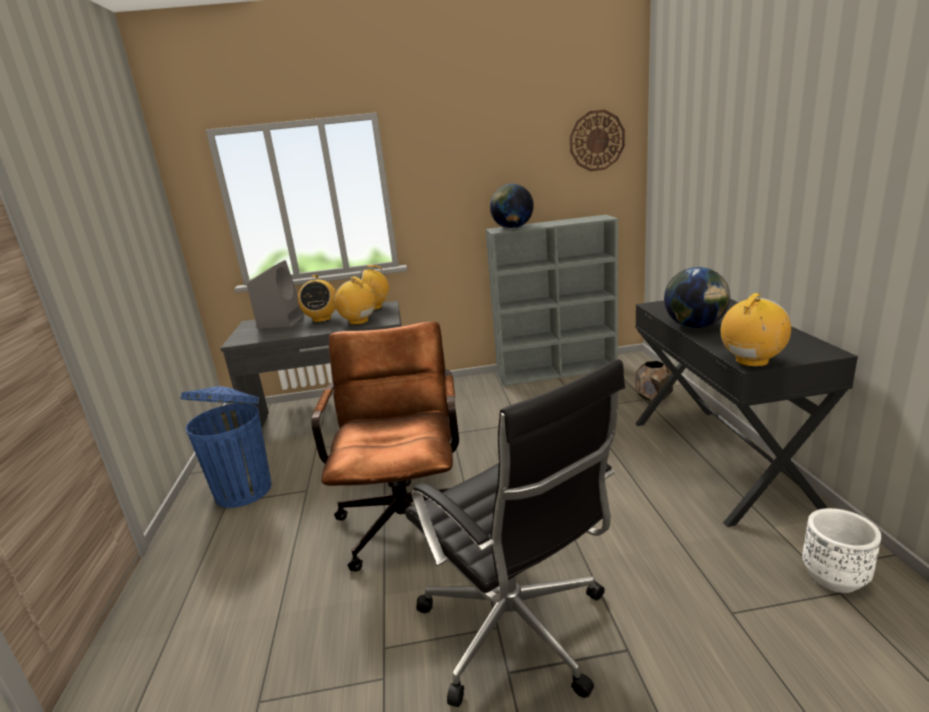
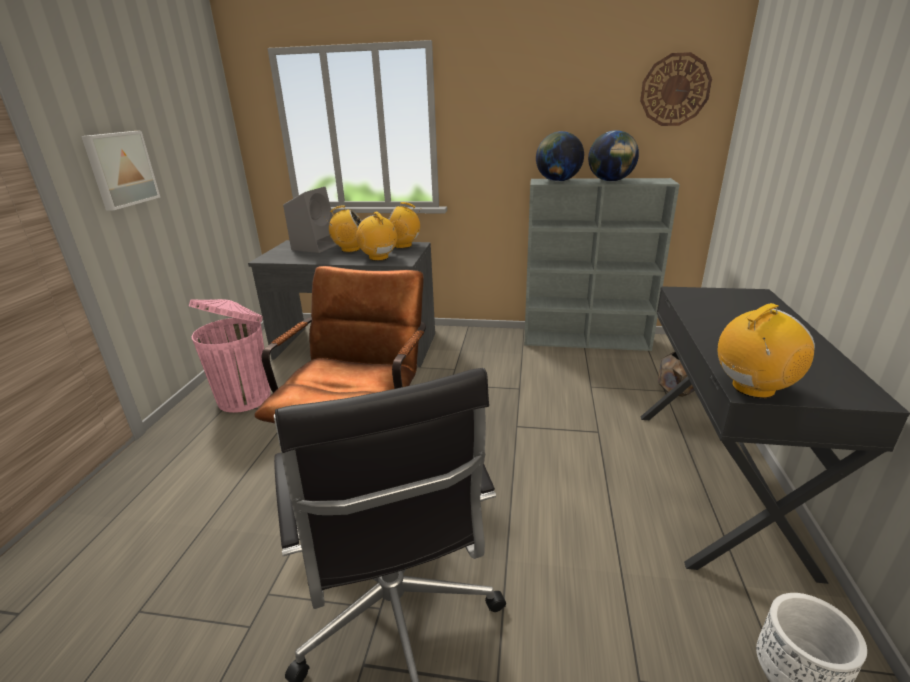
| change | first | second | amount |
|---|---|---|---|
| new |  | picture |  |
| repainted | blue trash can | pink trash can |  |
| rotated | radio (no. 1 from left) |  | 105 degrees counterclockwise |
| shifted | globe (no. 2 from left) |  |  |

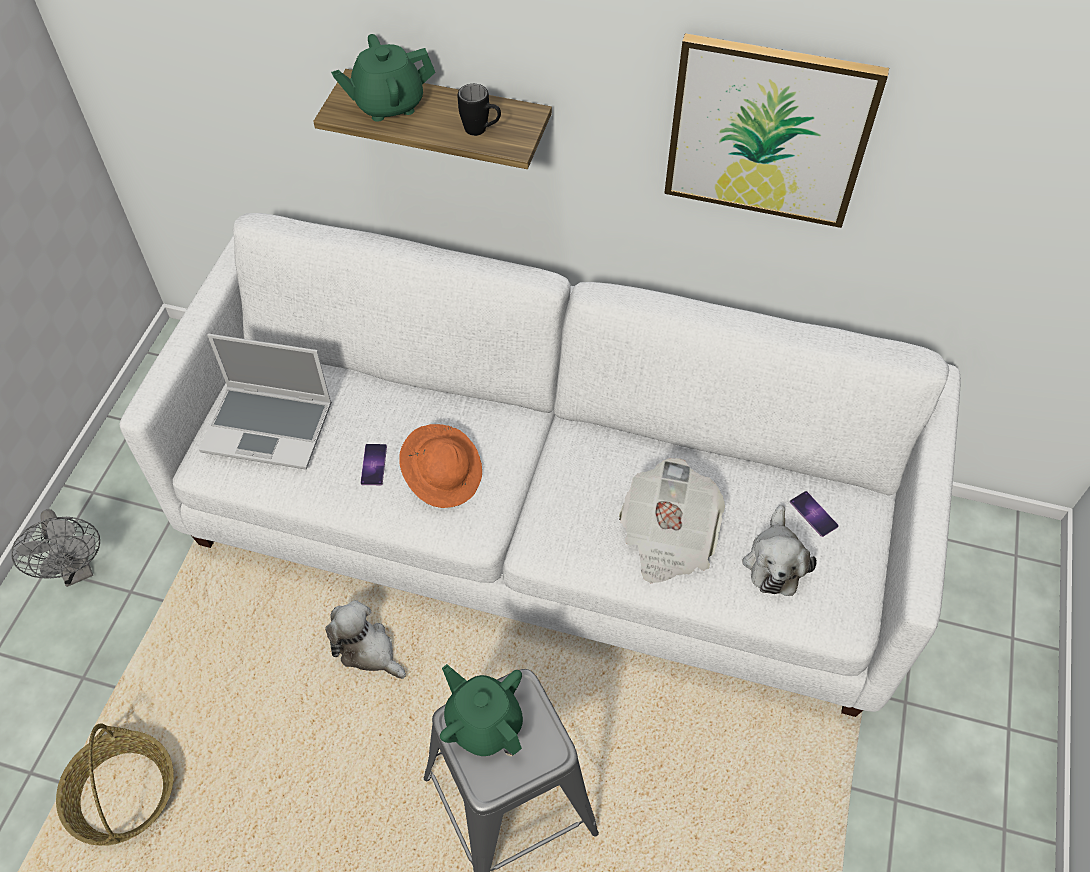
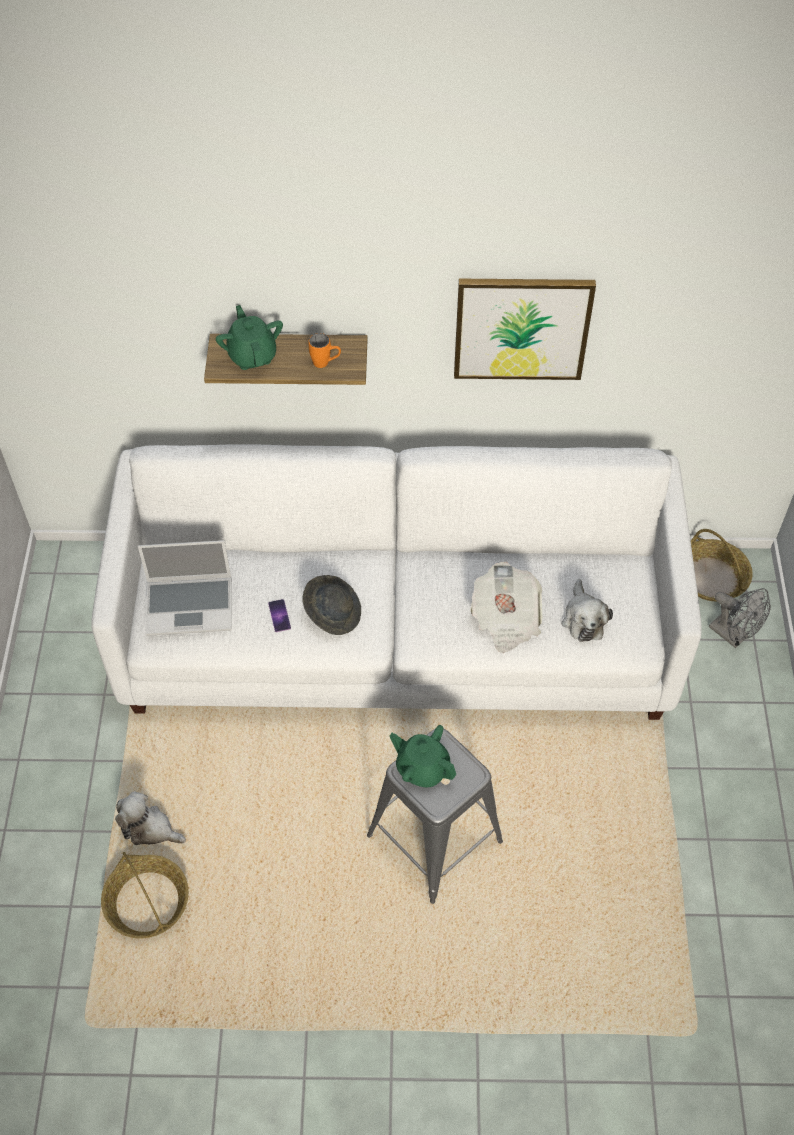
| change | first | second | amount |
|---|---|---|---|
| shifted | plush toy (no. 1 from left) |  |  |
| rotated | green teapot (no. 1 from left) |  | 105 degrees clockwise |
| repainted | orange hat | grey hat |  |
| repainted | black mug | orange mug |  |
| new |  | basket (no. 2 from left) |  |
| shifted | grey fan |  |  |
| gone | phone (no. 2 from left) |  |  |

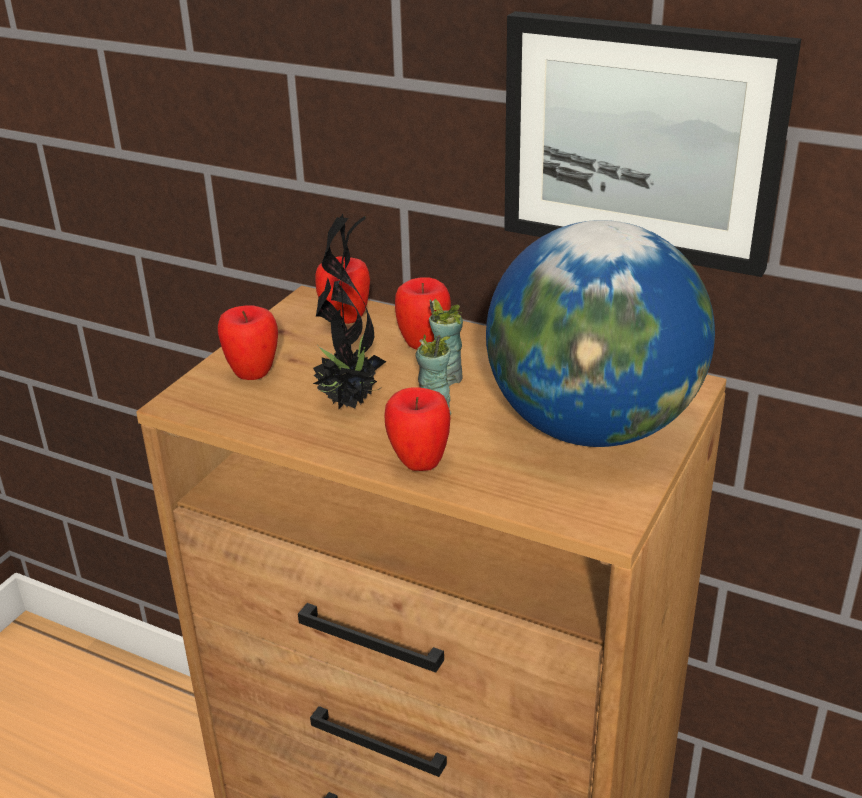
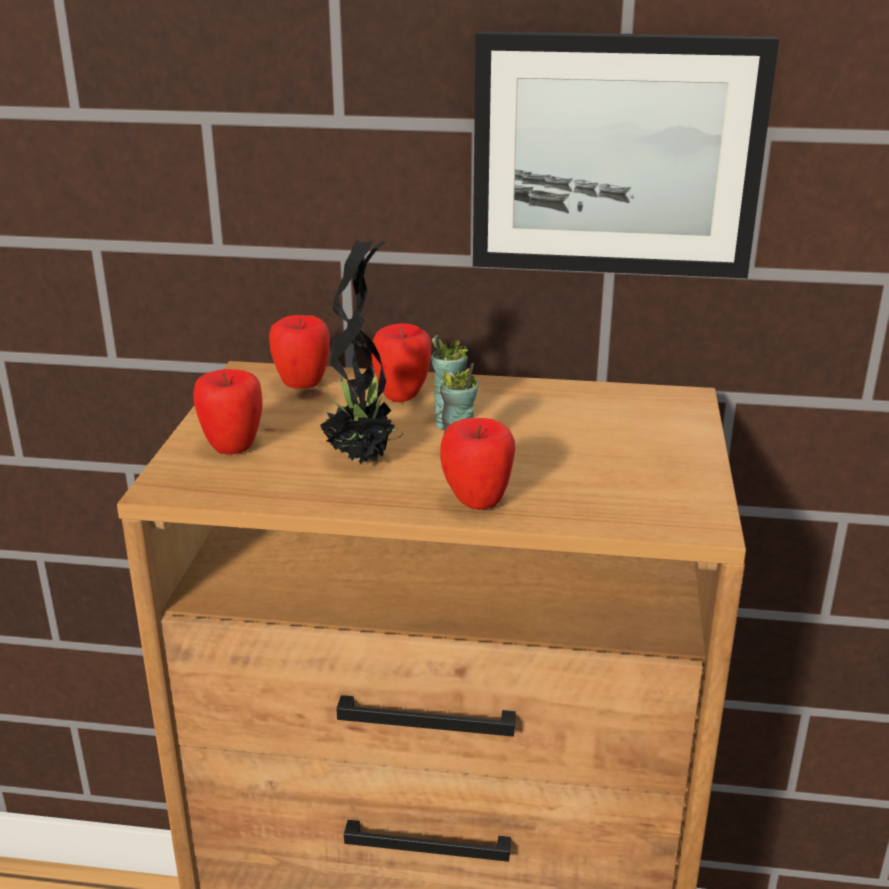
| change | first | second | amount |
|---|---|---|---|
| gone | globe |  |  |

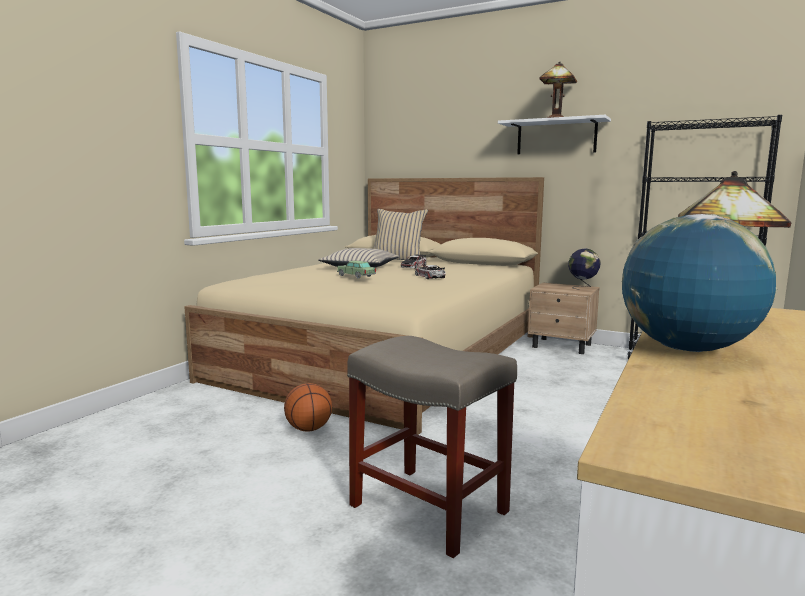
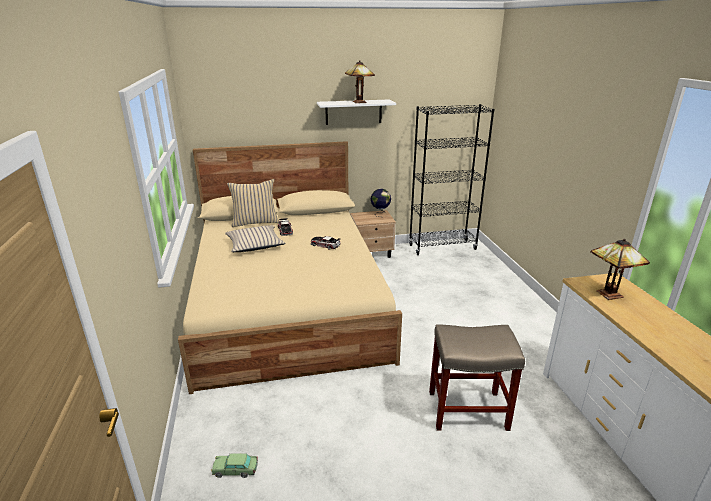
| change | first | second | amount |
|---|---|---|---|
| shifted | toy car (no. 1 from left) |  |  |
| gone | basketball |  |  |
| gone | globe (no. 2 from left) |  |  |

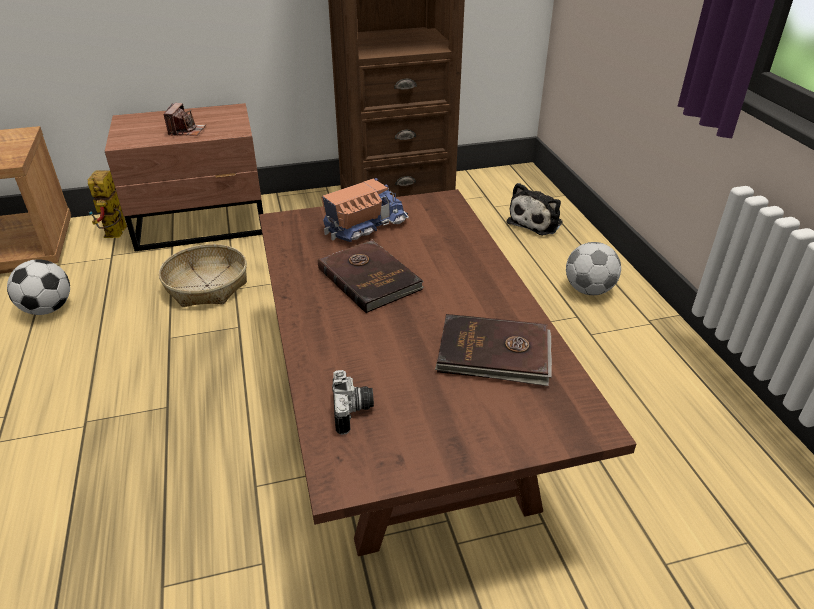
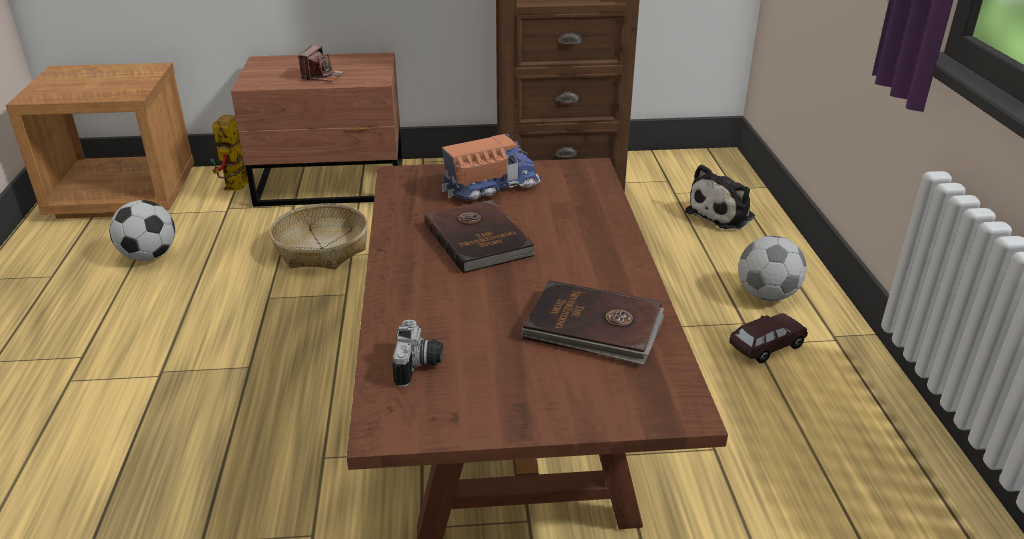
| change | first | second | amount |
|---|---|---|---|
| new |  | brown toy car |  |

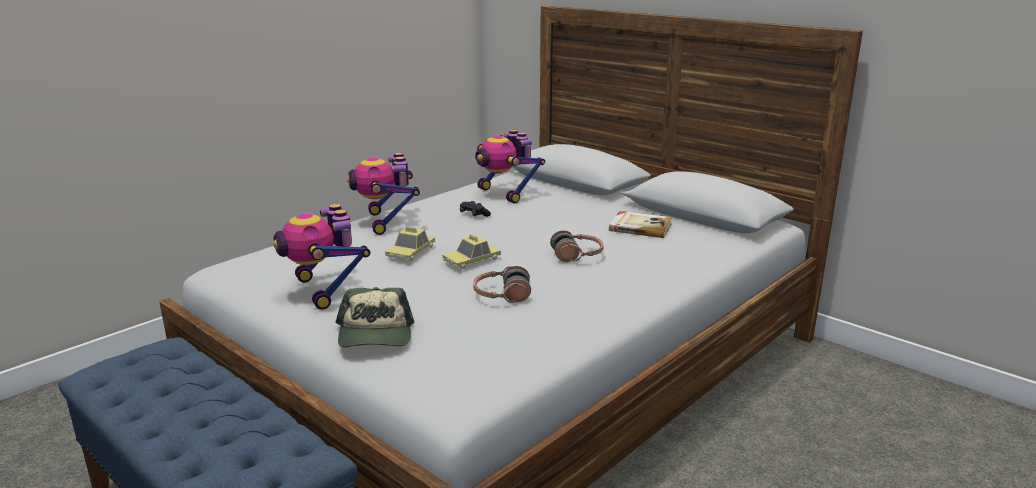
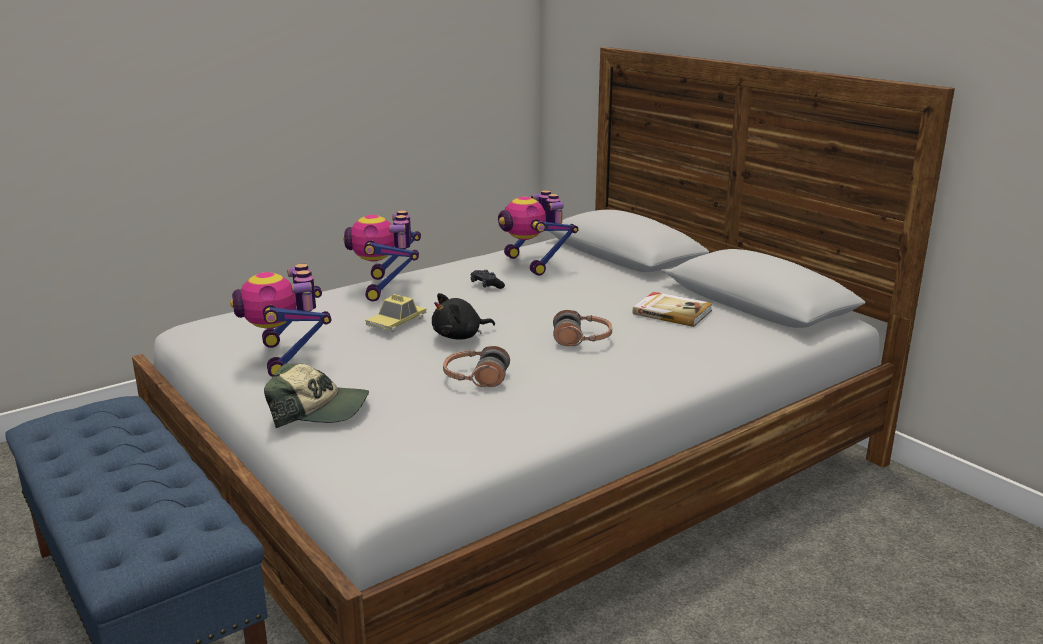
| change | first | second | amount |
|---|---|---|---|
| rotated | cap |  | 90 degrees counterclockwise |
| swapped | toy car (no. 2 from left) | black plush toy |  |

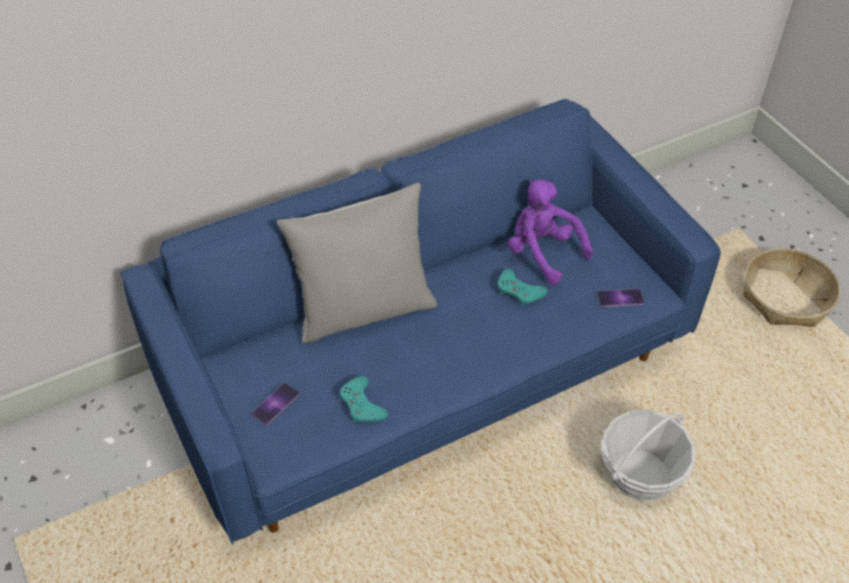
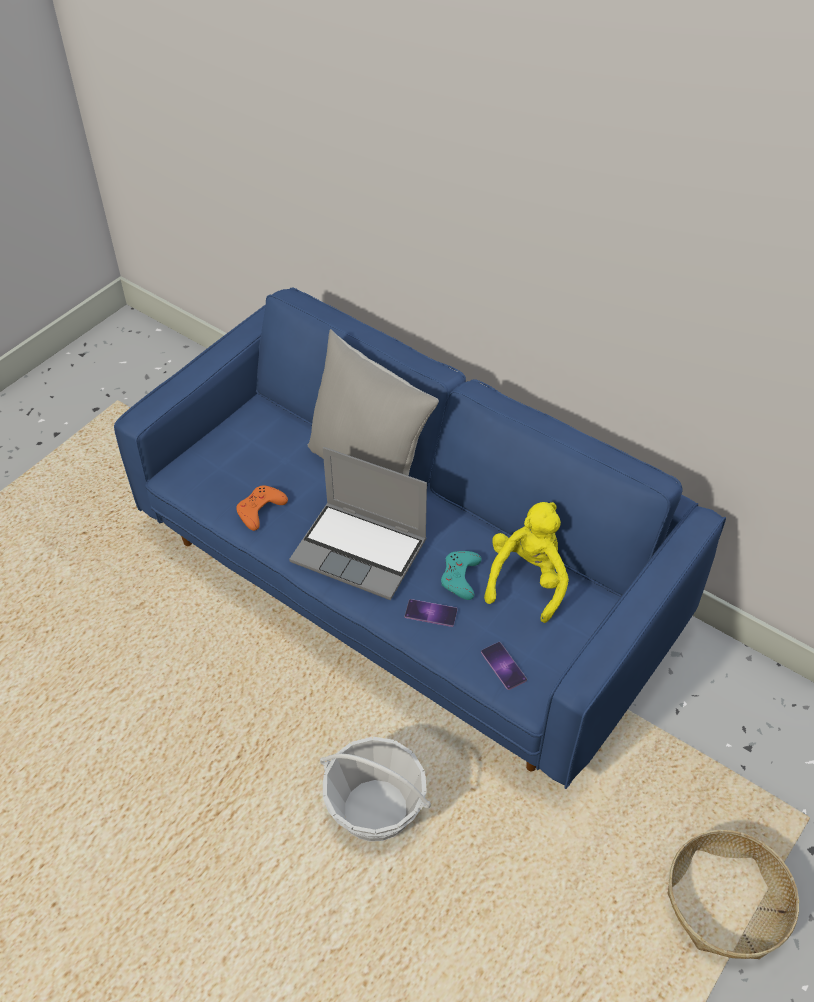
| change | first | second | amount |
|---|---|---|---|
| repainted | turquoise game controller (no. 1 from left) | orange game controller |  |
| new |  | laptop |  |
| shifted | phone (no. 1 from left) |  |  |
| repainted | purple plush toy | yellow plush toy |  |

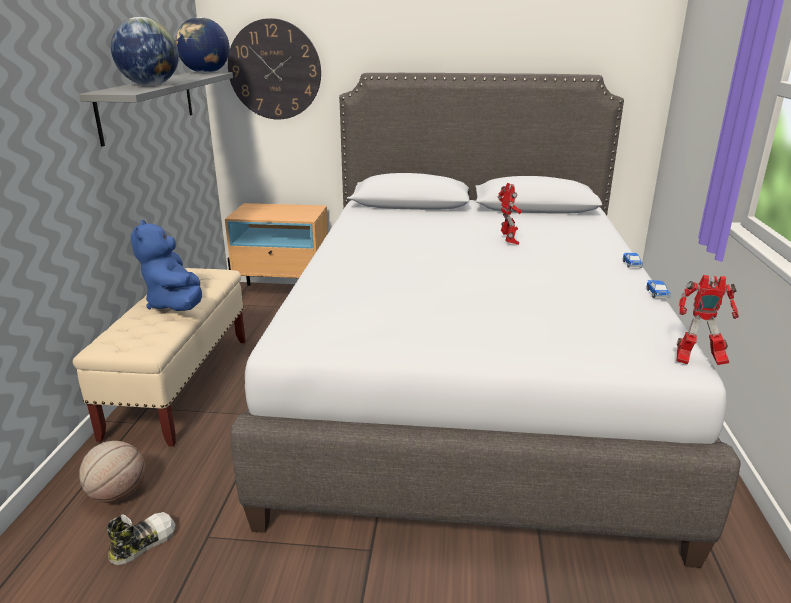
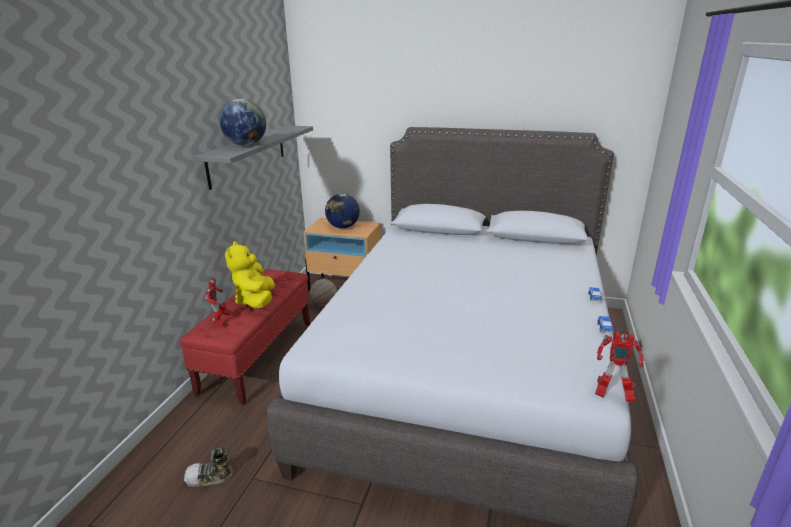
| change | first | second | amount |
|---|---|---|---|
| repainted | beige bench | red bench |  |
| rotated | shoe |  | 150 degrees counterclockwise |
| shifted | toy robot (no. 1 from left) |  |  |
| repainted | blue plush toy | yellow plush toy |  |
| shifted | basketball |  |  |
| shifted | globe (no. 2 from left) |  |  |
| gone | wall clock |  |  |

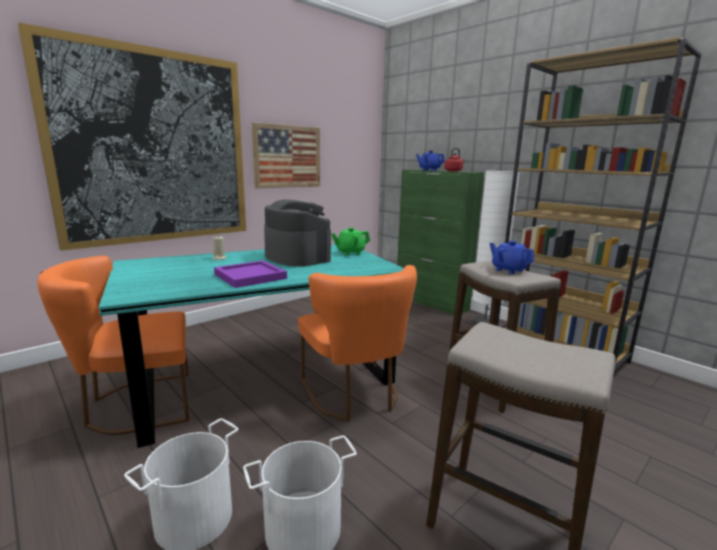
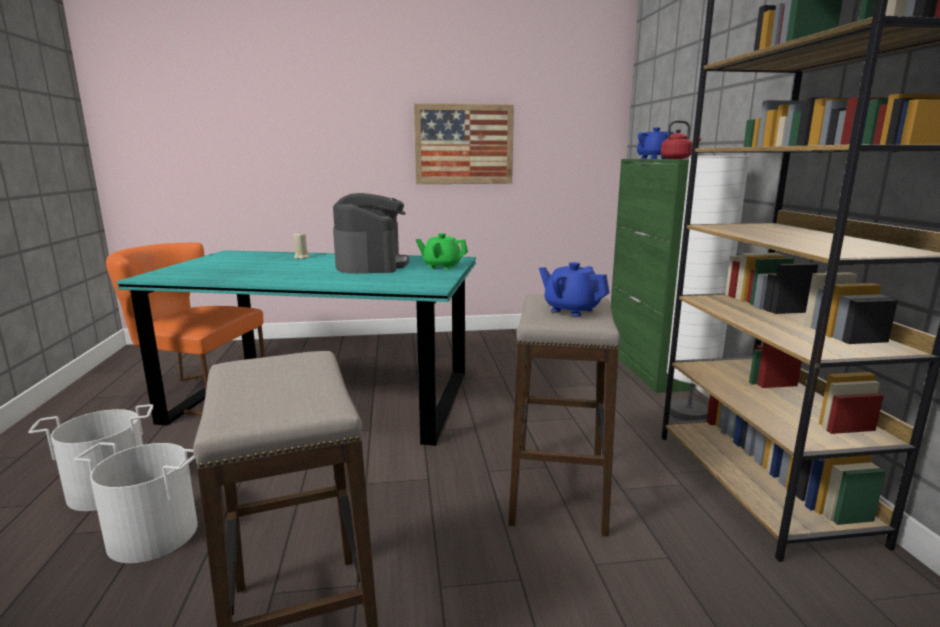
| change | first | second | amount |
|---|---|---|---|
| rotated | blue teapot (no. 2 from left in the first image) | blue teapot (no. 1 from left) | 45 degrees counterclockwise |
| gone | picture (no. 1 from left) |  |  |
| gone | purple tray |  |  |
| gone | orange chair (no. 2 from left) |  |  |

